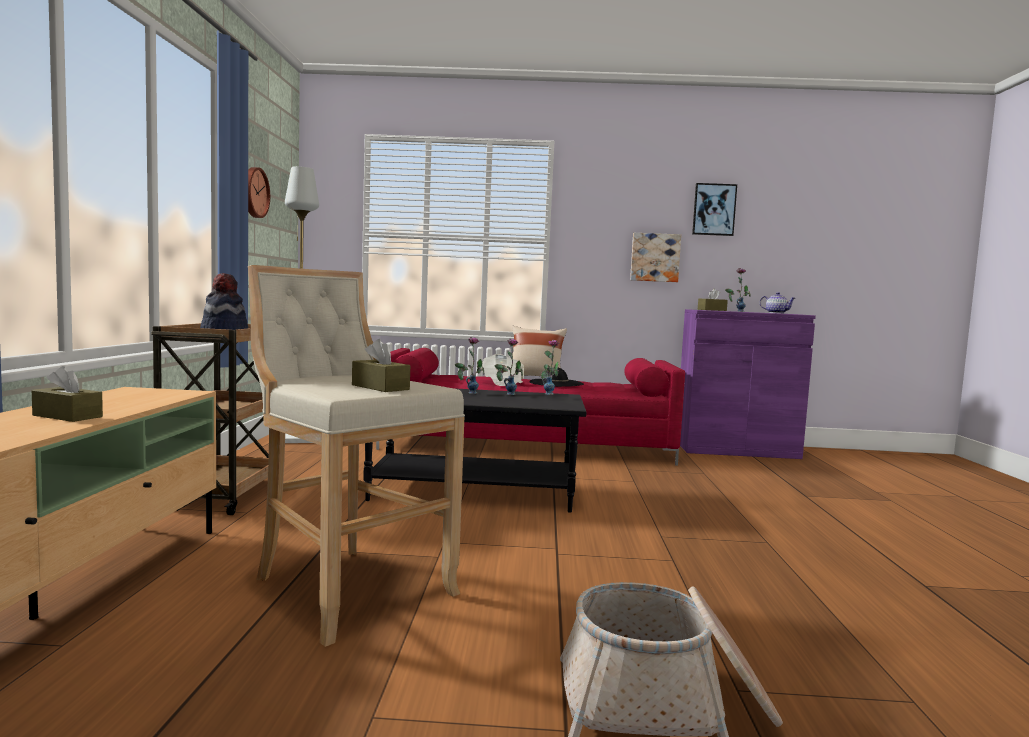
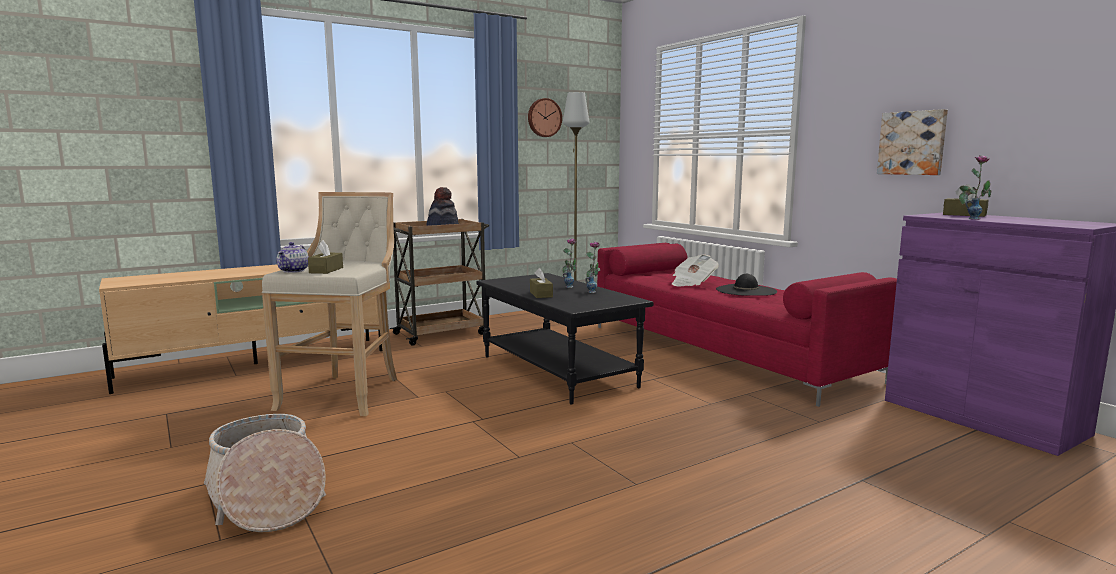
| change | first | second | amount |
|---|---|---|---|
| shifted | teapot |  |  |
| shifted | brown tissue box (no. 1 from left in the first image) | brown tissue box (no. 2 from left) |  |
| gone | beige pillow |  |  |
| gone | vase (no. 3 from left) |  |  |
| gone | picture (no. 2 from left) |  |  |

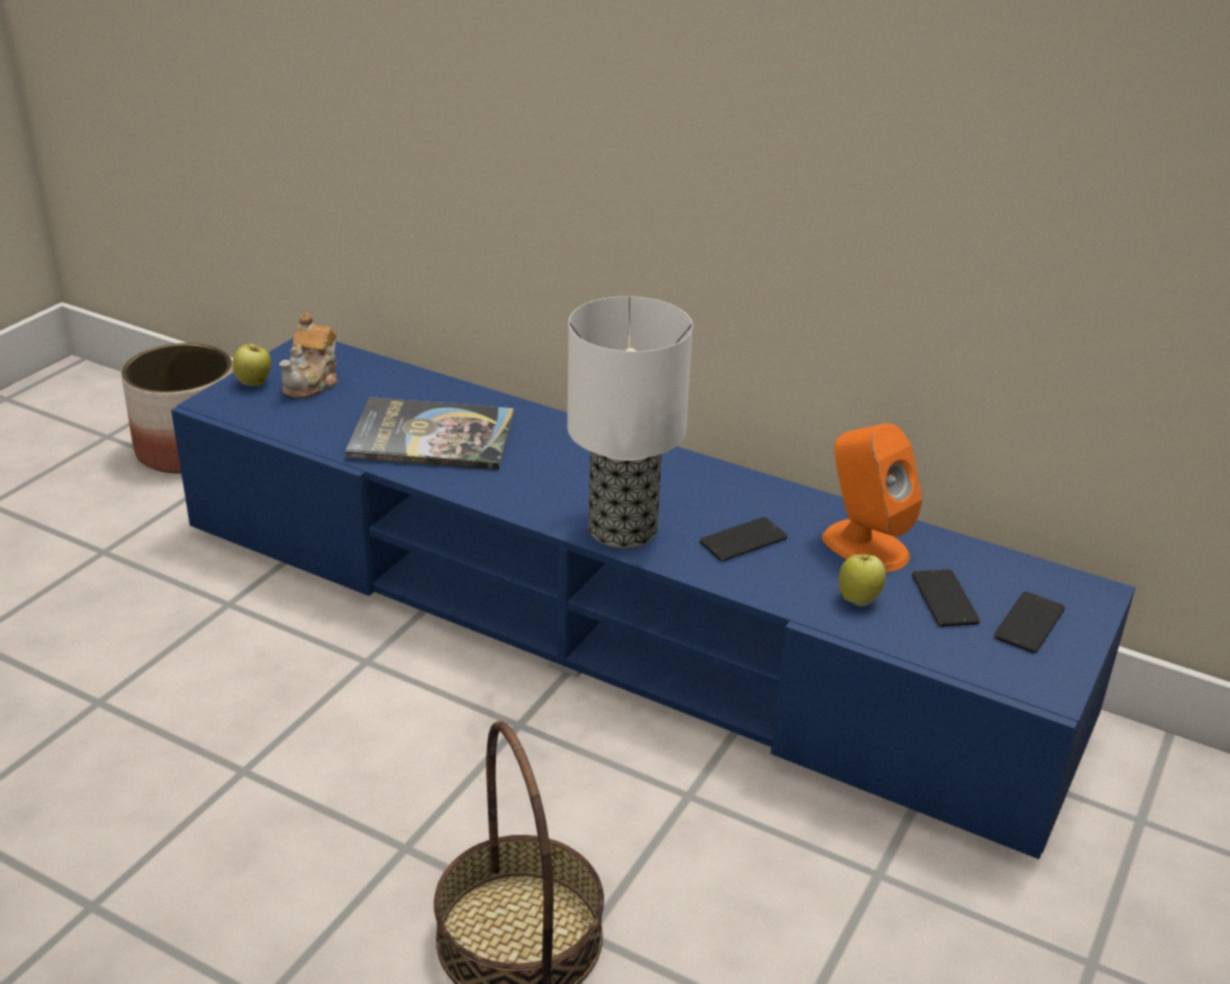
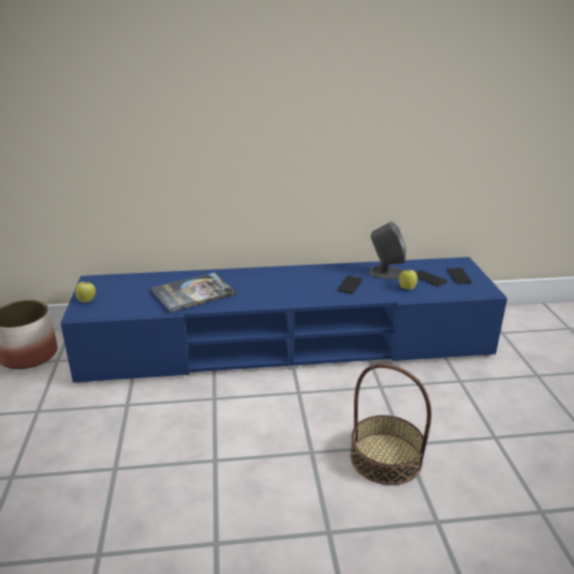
| change | first | second | amount |
|---|---|---|---|
| repainted | orange speaker | grey speaker |  |
| gone | teapot |  |  |
| gone | table lamp |  |  |

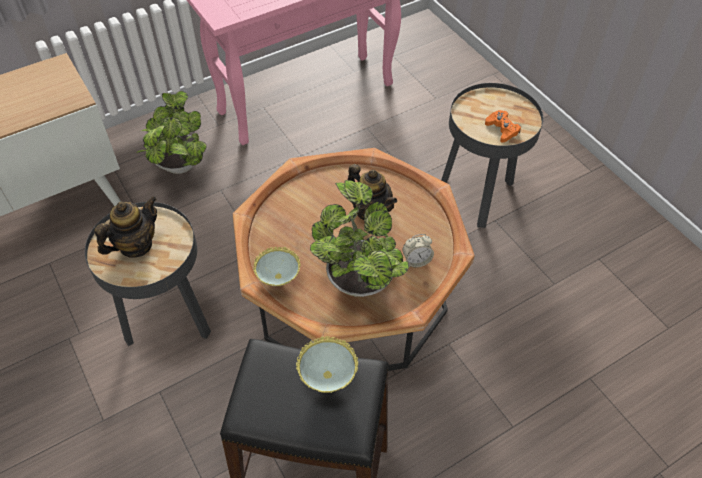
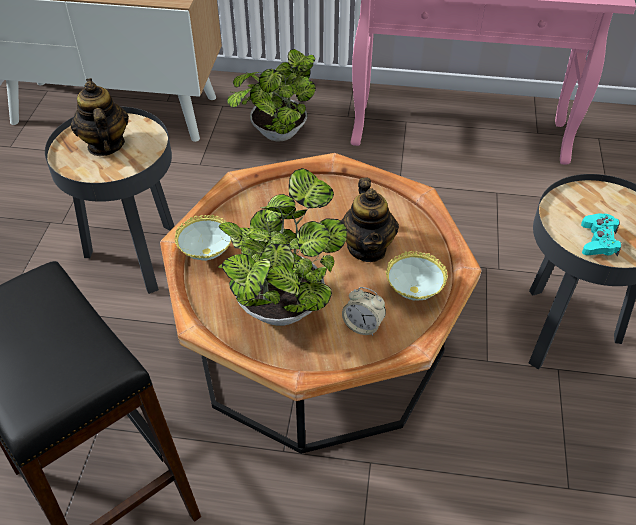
| change | first | second | amount |
|---|---|---|---|
| rotated | teapot (no. 1 from left) |  | 105 degrees counterclockwise |
| shifted | bowl (no. 2 from left) |  |  |
| repainted | orange game controller | turquoise game controller |  |

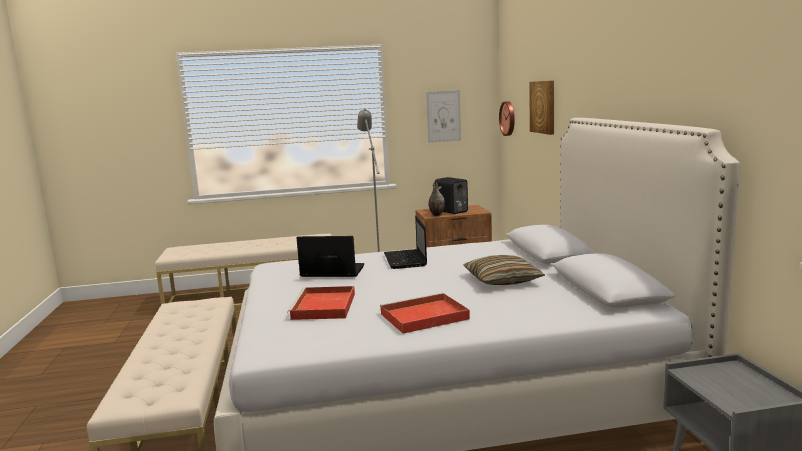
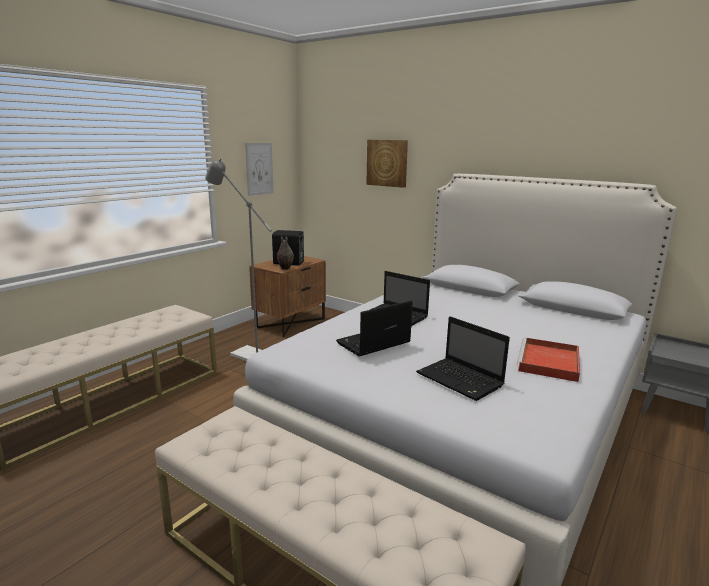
| change | first | second | amount |
|---|---|---|---|
| swapped | red tray (no. 1 from left) | laptop (no. 3 from left) |  |
| gone | pillow |  |  |
| gone | wall clock |  |  |

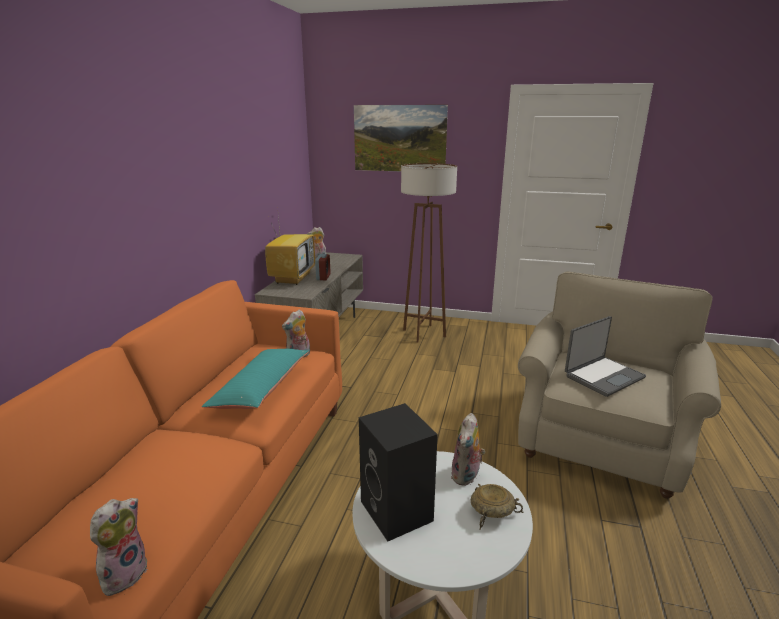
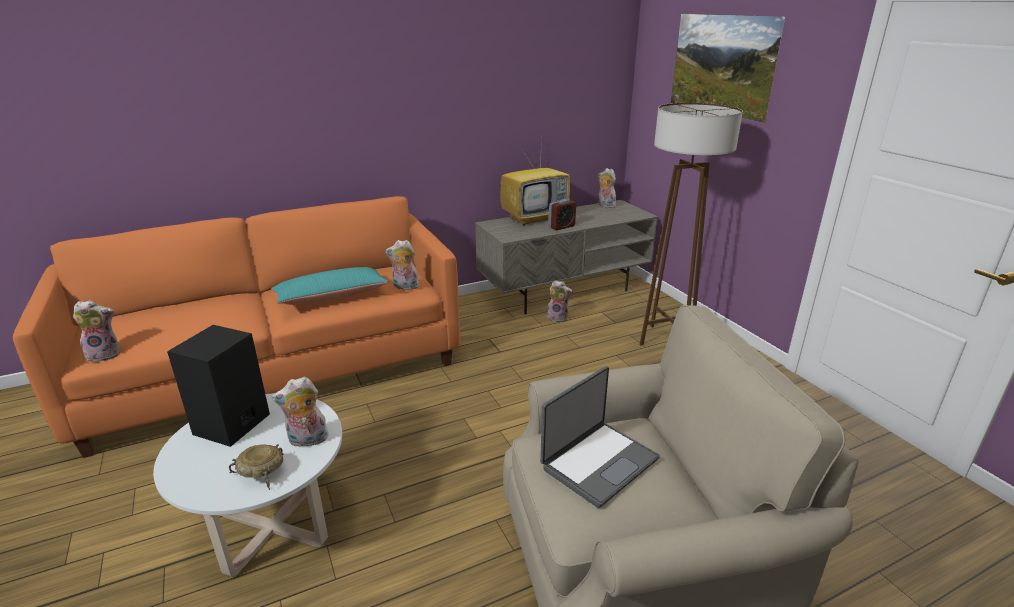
| change | first | second | amount |
|---|---|---|---|
| rotated | laptop |  | 60 degrees counterclockwise |
| new |  | plush toy (no. 4 from left) |  |

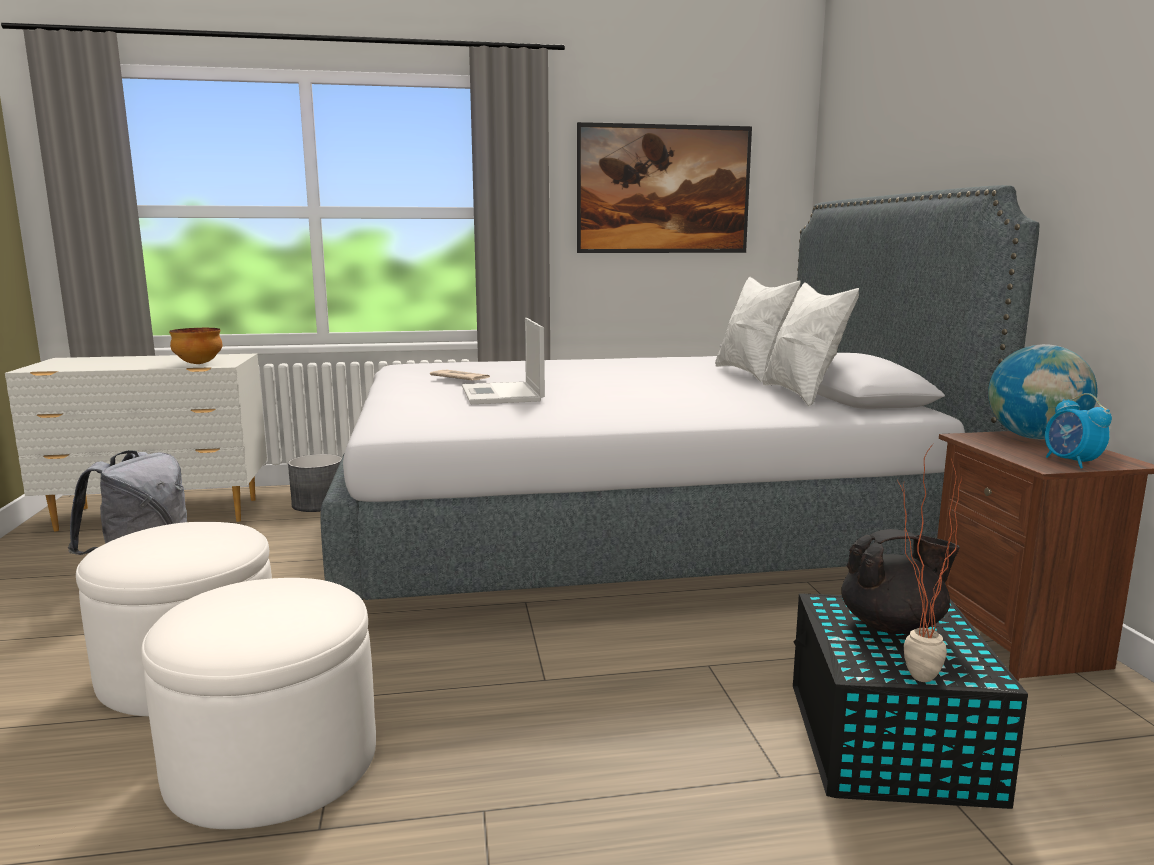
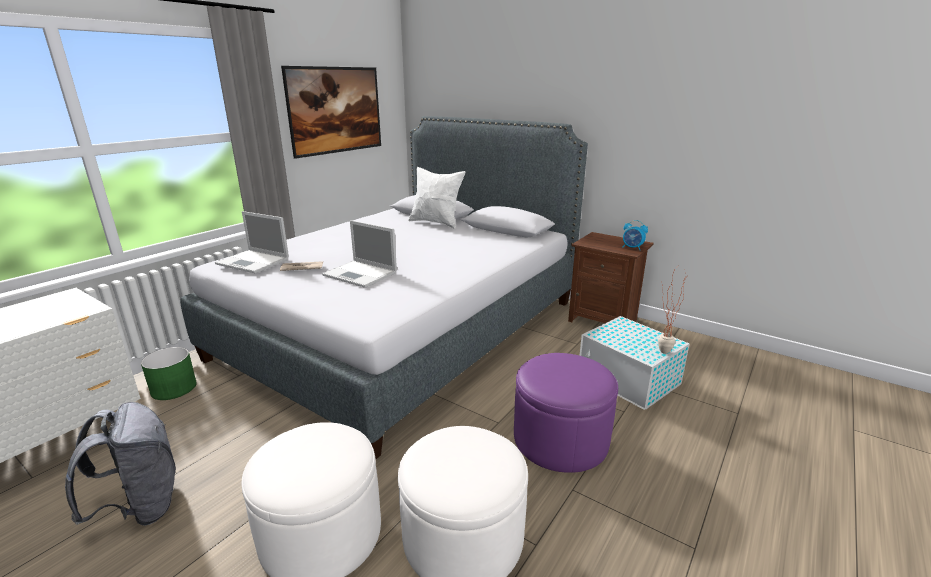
| change | first | second | amount |
|---|---|---|---|
| repainted | grey planter | green planter |  |
| new |  | laptop (no. 1 from left) |  |
| new |  | purple ottoman |  |
| repainted | black storage box | white storage box |  |
| gone | bowl |  |  |
| gone | white pillow (no. 2 from left) |  |  |
| gone | black teapot |  |  |
| gone | globe |  |  |

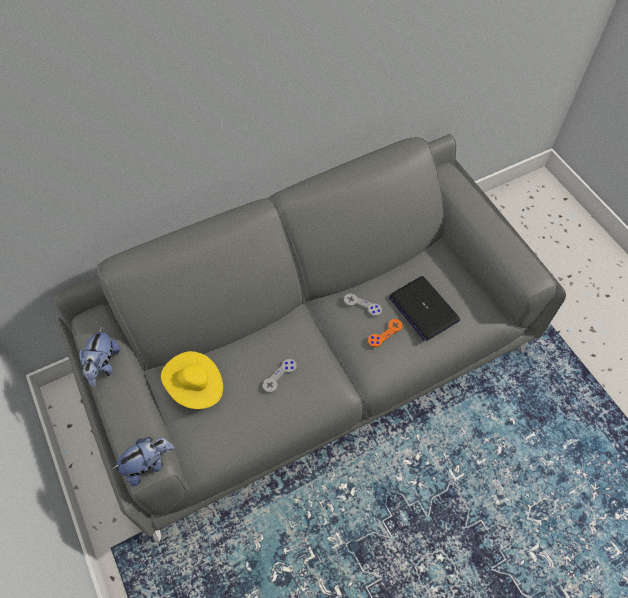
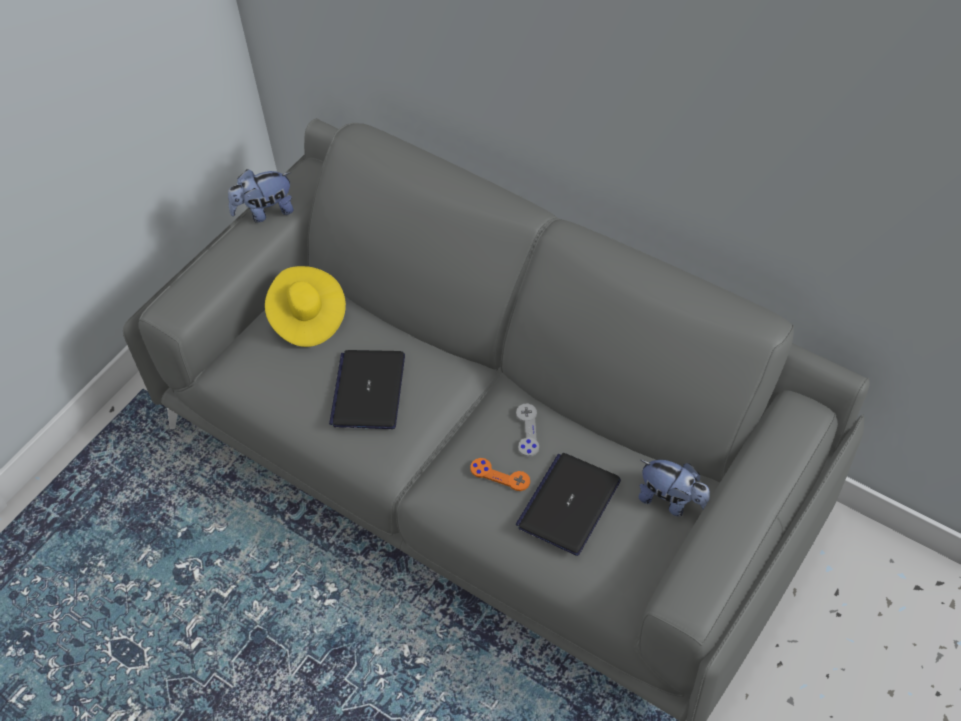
| change | first | second | amount |
|---|---|---|---|
| swapped | grey game controller (no. 1 from left) | laptop (no. 1 from left) |  |
| shifted | plush toy (no. 2 from left) |  |  |

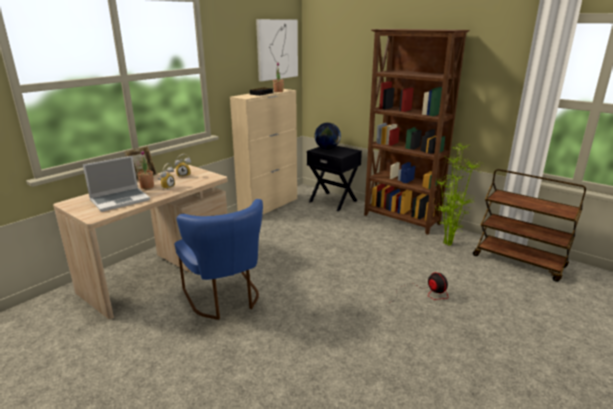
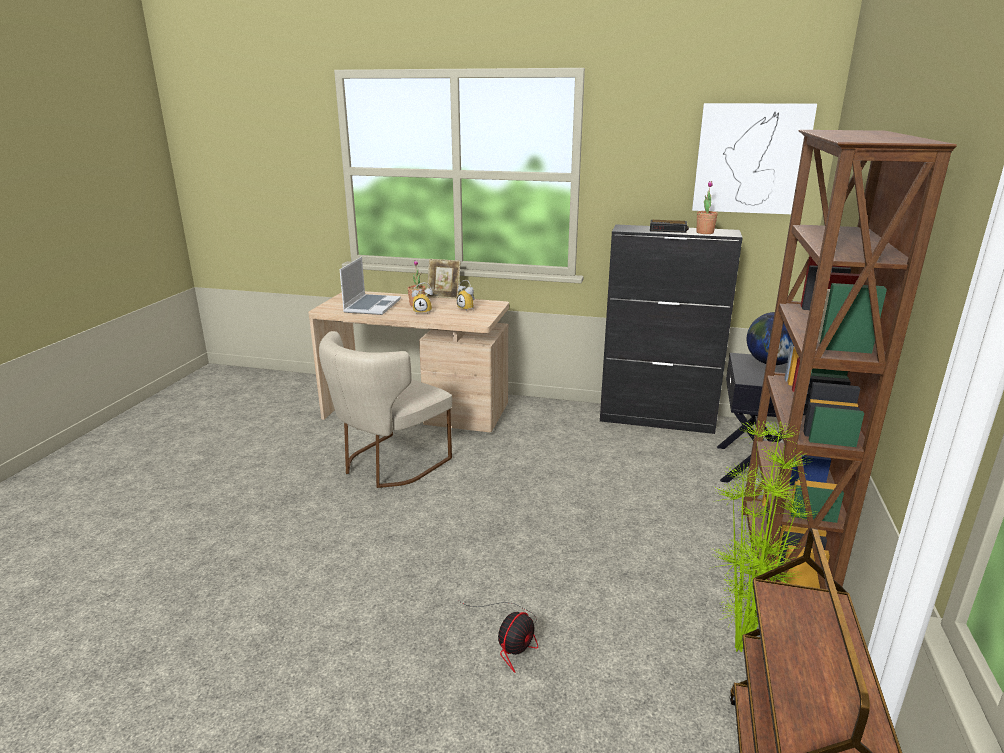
| change | first | second | amount |
|---|---|---|---|
| repainted | blue chair | beige chair |  |
| rotated | laptop |  | 105 degrees counterclockwise |
| repainted | beige cabinet | black cabinet |  |

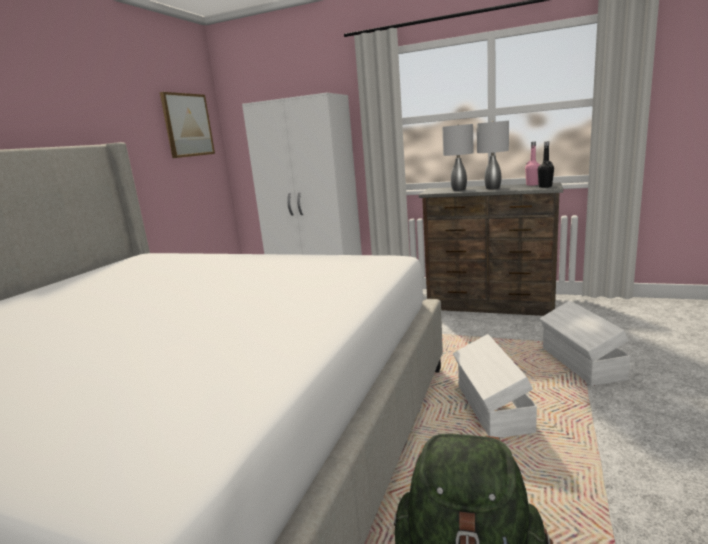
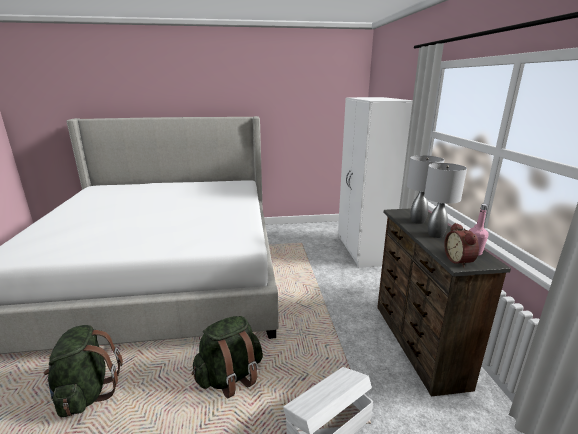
| change | first | second | amount |
|---|---|---|---|
| swapped | white storage box (no. 1 from left) | green backpack (no. 2 from left) |  |
| swapped | black bottle | alarm clock |  |
| gone | picture |  |  |

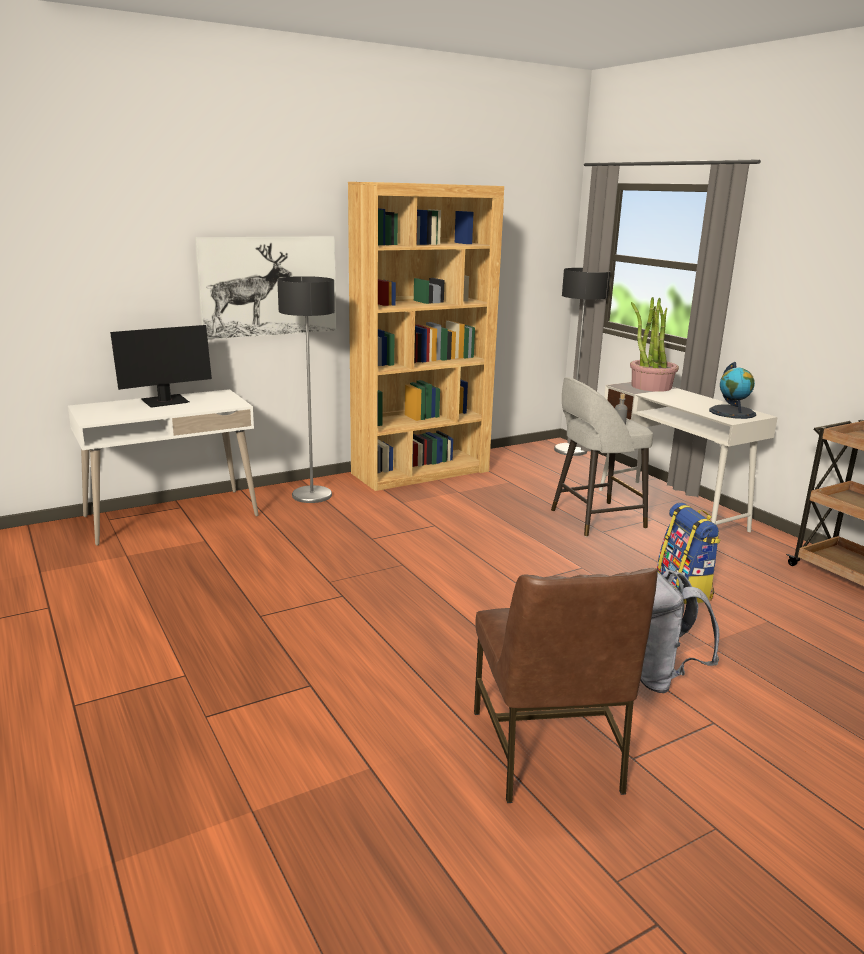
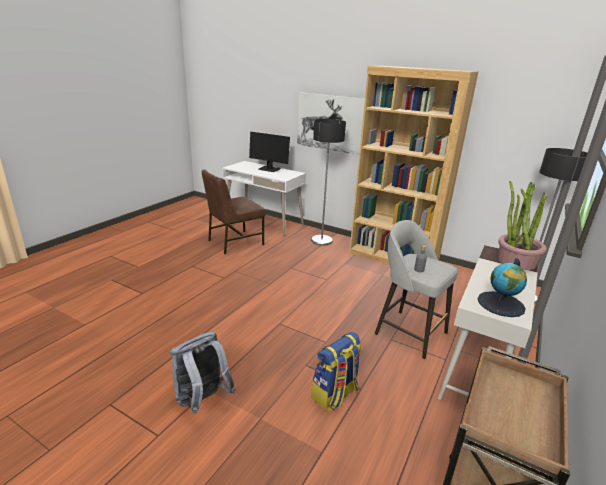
| change | first | second | amount |
|---|---|---|---|
| shifted | brown chair |  |  |

